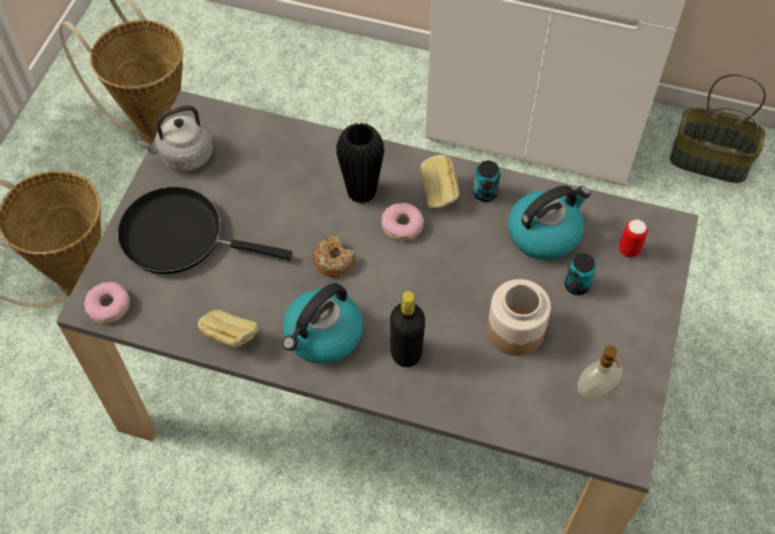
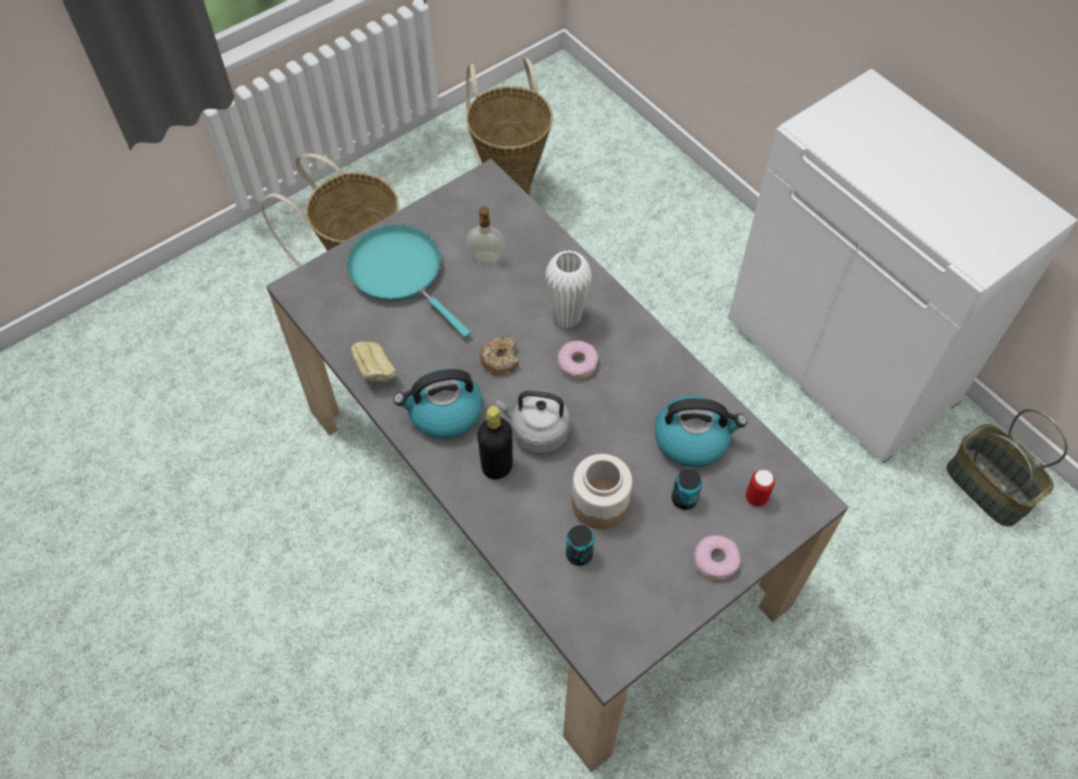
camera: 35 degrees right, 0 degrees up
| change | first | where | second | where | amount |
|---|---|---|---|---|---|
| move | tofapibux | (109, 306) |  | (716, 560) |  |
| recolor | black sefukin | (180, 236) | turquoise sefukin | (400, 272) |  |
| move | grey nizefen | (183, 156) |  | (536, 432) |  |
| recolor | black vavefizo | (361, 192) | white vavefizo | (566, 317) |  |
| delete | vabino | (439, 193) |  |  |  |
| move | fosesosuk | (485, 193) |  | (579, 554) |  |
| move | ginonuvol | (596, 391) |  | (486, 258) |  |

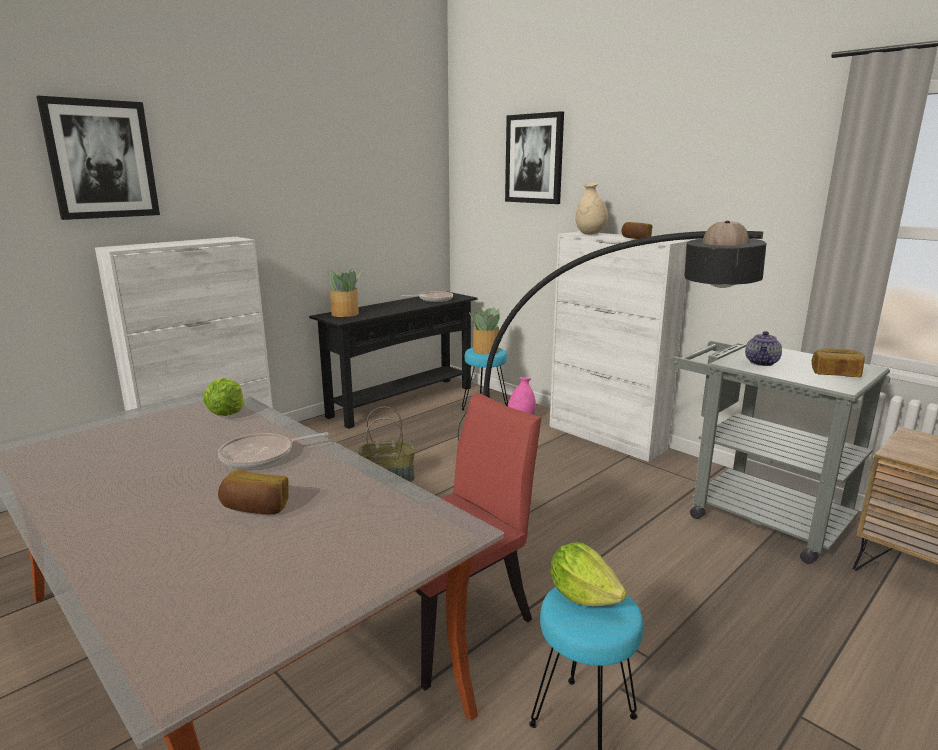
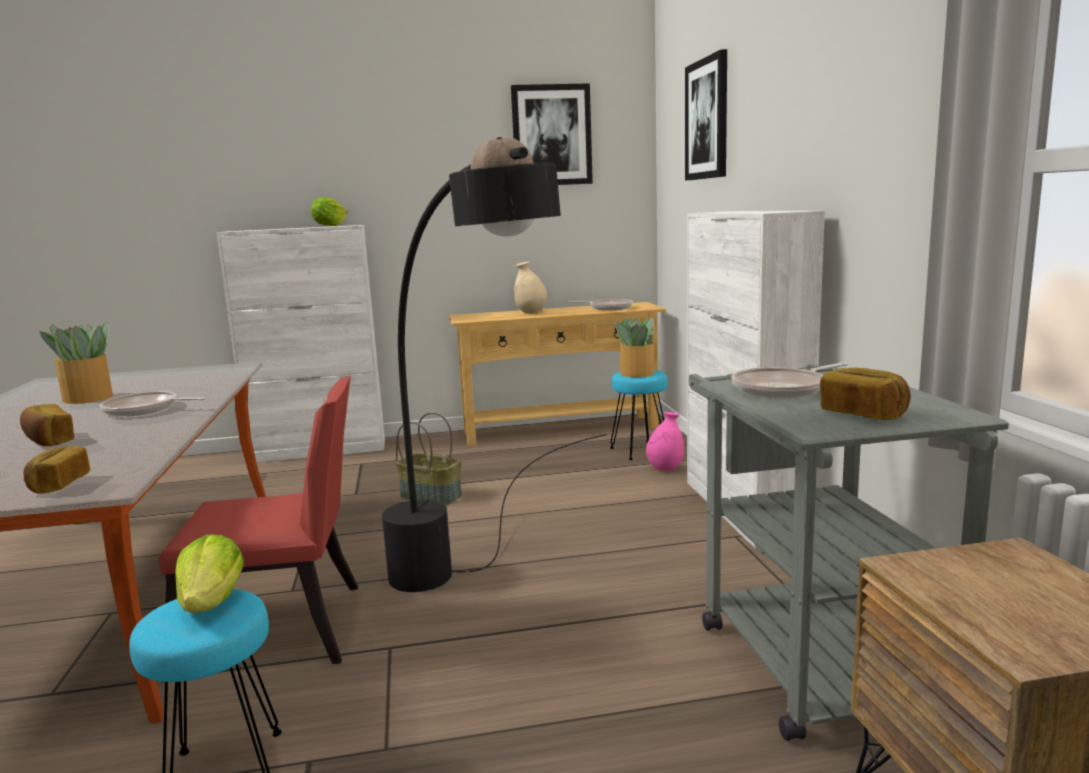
camera: 35 degrees right, 5 degrees down
| change | first | where | second | where | amount |
|---|---|---|---|---|---|
| move | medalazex | (101, 159) |  | (551, 135) |  |
| move | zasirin | (227, 413) |  | (330, 226) |  |
| recolor | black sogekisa | (401, 401) | beige sogekisa | (560, 430) |  |
| move | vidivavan | (345, 314) |  | (88, 398) |  |
| move | beige vavefizo | (590, 234) |  | (531, 313) |  |
| move | vabino | (635, 238) |  | (58, 485) |  |
| replace | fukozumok | (762, 363) | sefukin | (783, 389) |  |

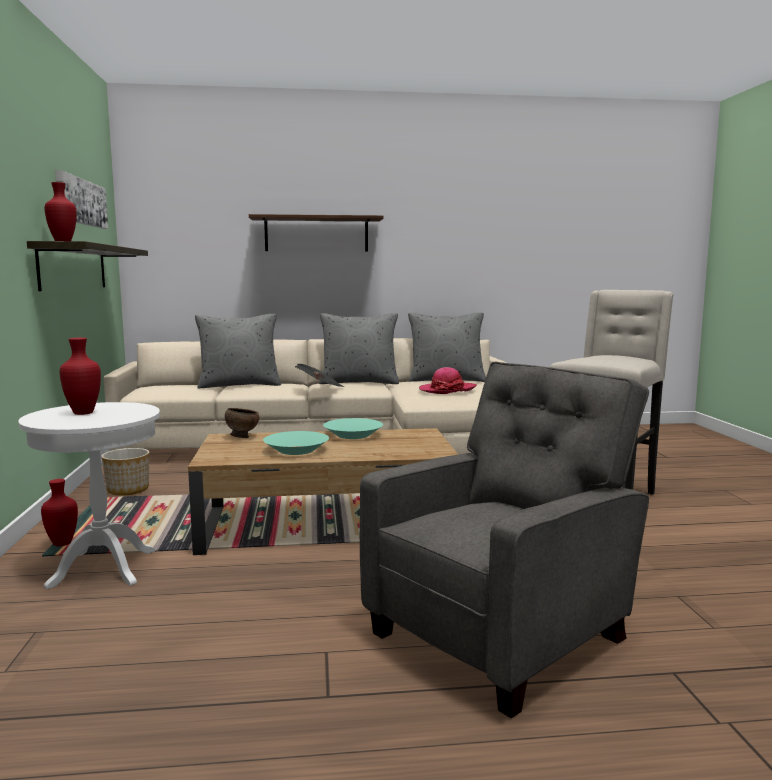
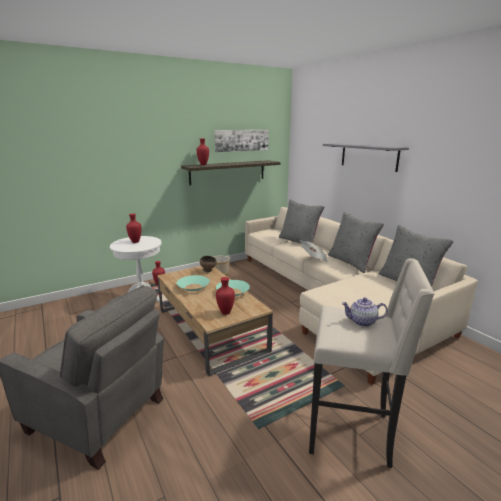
camera: 65 degrees right, 10 degrees up
| change | first | where | second | where | amount |
|---|---|---|---|---|---|
| recolor | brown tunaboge | (316, 234) | grey tunaboge | (368, 156) |  |
| delete | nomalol | (447, 390) |  |  |  |
| insert |  |  | red vavefizo | (225, 312) |  |
| insert |  |  | fukozumok | (362, 322) |  |

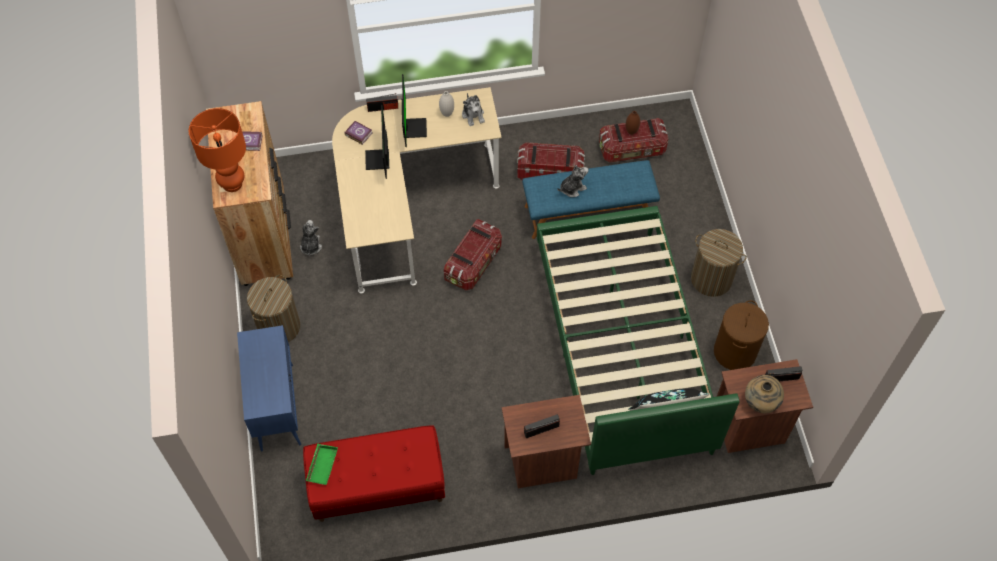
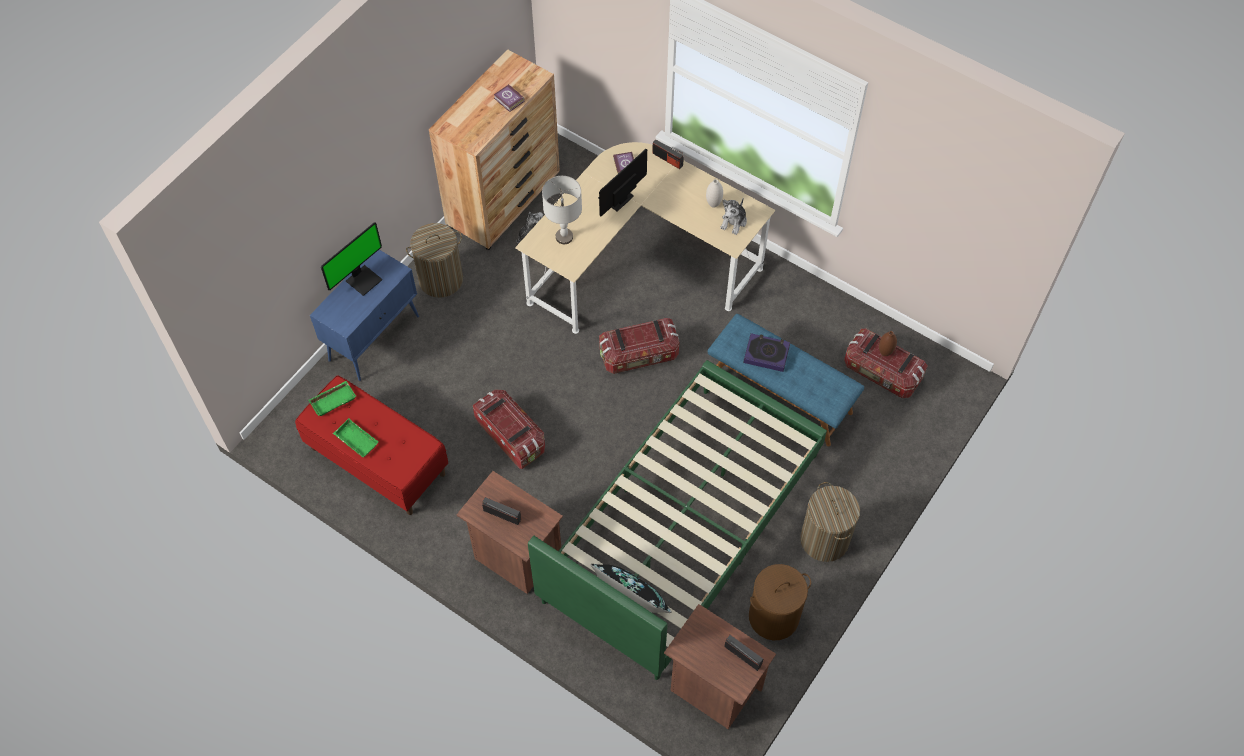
camera: 45 degrees right, 0 degrees up
| change | first | where | second | where | amount |
|---|---|---|---|---|---|
| delete | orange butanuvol | (232, 184) |  |  |  |
| move | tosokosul | (413, 128) |  | (363, 279) |  |
| move | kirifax | (550, 171) |  | (511, 436) |  |
| replace | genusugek | (572, 188) | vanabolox | (766, 354) |  |
| delete | beige vavefizo | (760, 403) |  |  |  |
| insert |  |  | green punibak | (355, 440) |  |
| insert |  |  | grey butanuvol | (564, 237) |  |

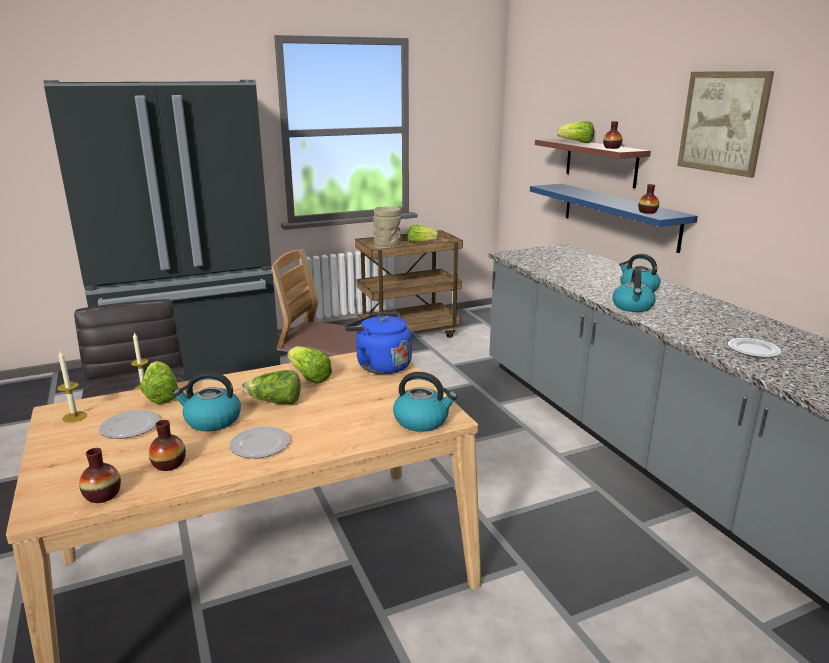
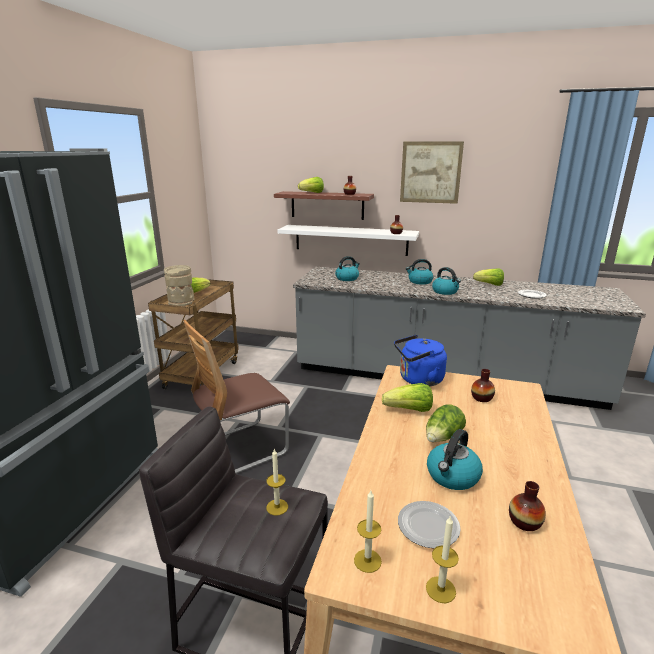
camera: 50 degrees left, 0 degrees up
| change | first | where | second | where | amount |
|---|---|---|---|---|---|
| move | vavefizo | (103, 495) |  | (481, 398) |  |
| move | zasirin | (161, 395) |  | (489, 285) |  |
| delete | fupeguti | (261, 445) |  |  |  |
| move | nizefen | (422, 420) |  | (347, 278) |  |
| recolor | blue tunaboge | (619, 215) | white tunaboge | (350, 240) |  |
| insert |  |  | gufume | (440, 589) |  |

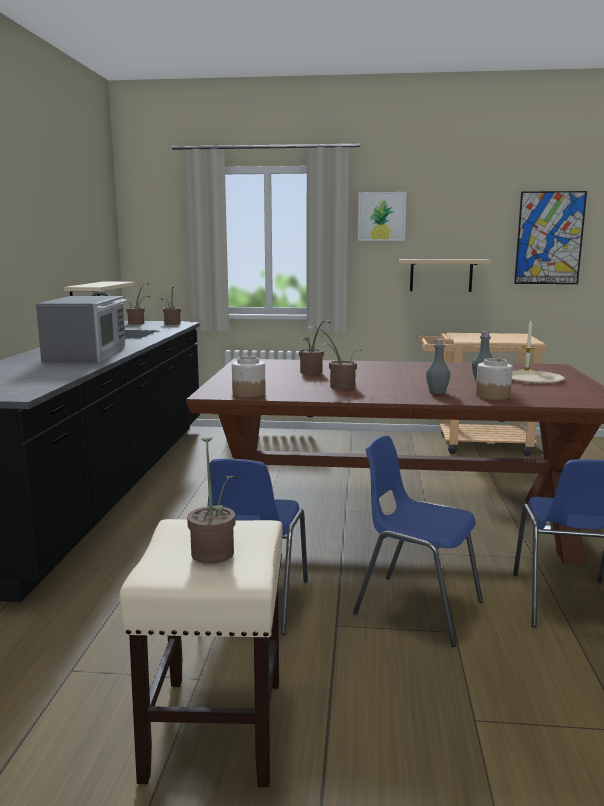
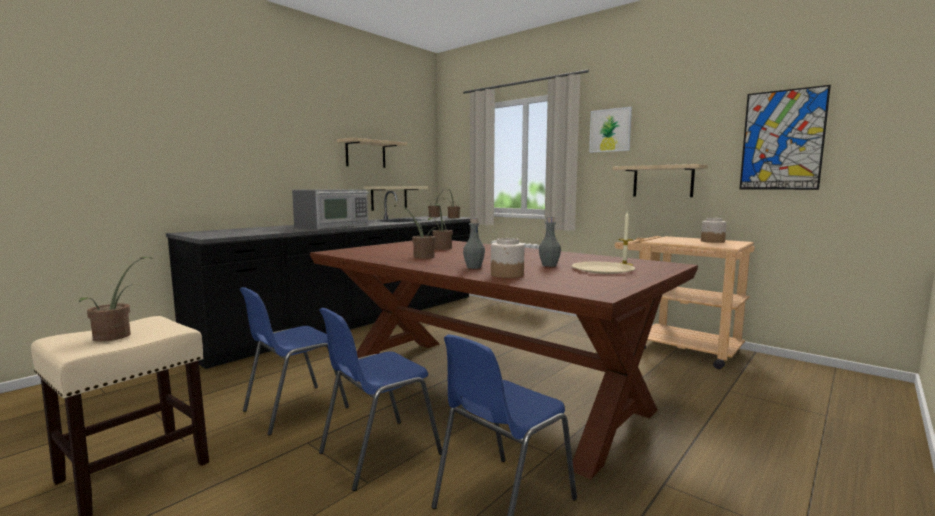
camera: 35 degrees right, 5 degrees down
| change | first | where | second | where | amount |
|---|---|---|---|---|---|
| move | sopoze | (248, 393) |  | (712, 241) |  |
| rotate | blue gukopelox | (417, 607) |  | (378, 453) | 105 degrees counterclockwise |
| insert |  |  | beige tunaboge | (365, 154) |  |

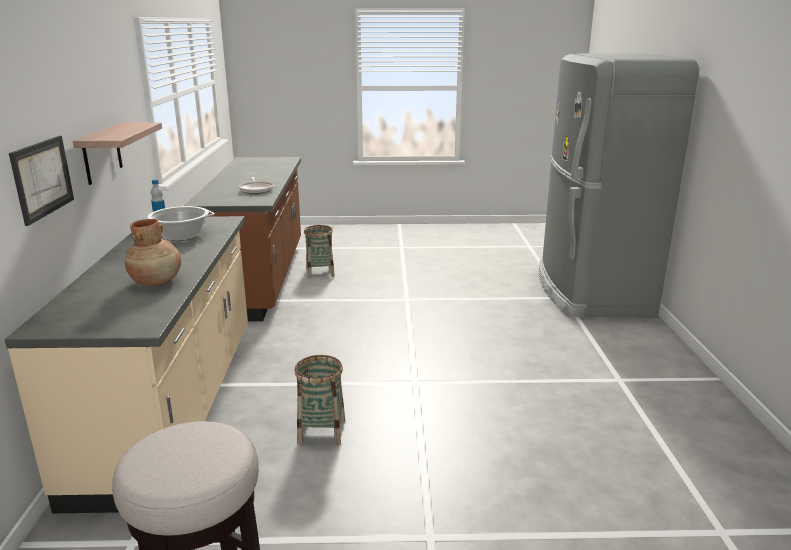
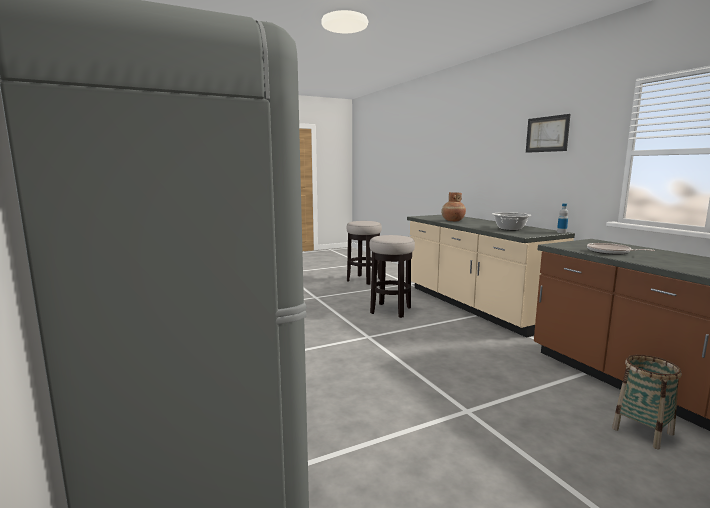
camera: 155 degrees right, 10 degrees down
| change | first | where | second | where | amount |
|---|---|---|---|---|---|
| move | medalazex | (42, 178) |  | (547, 134) |  |
| delete | tunaboge | (102, 153) |  |  |  |
| replace | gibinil | (321, 431) | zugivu | (391, 310) |  |

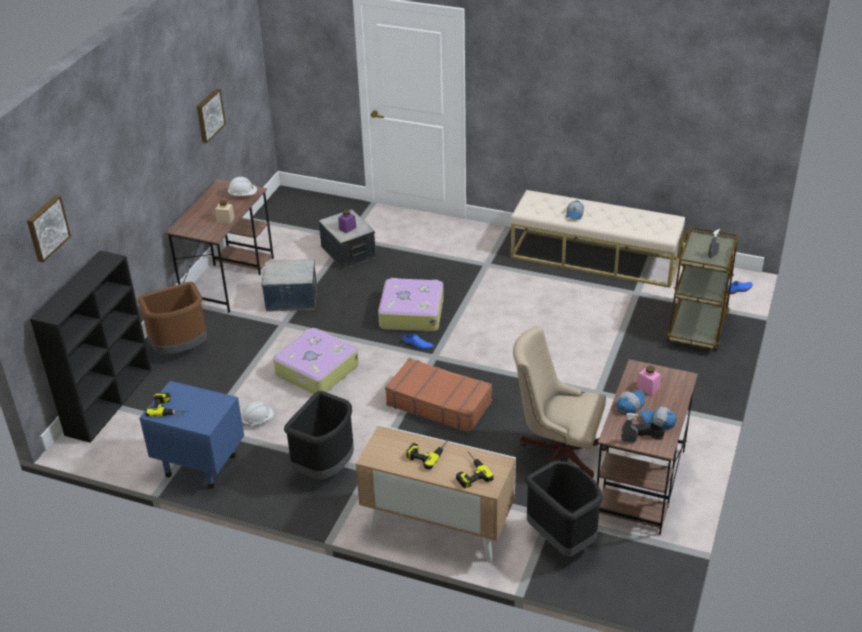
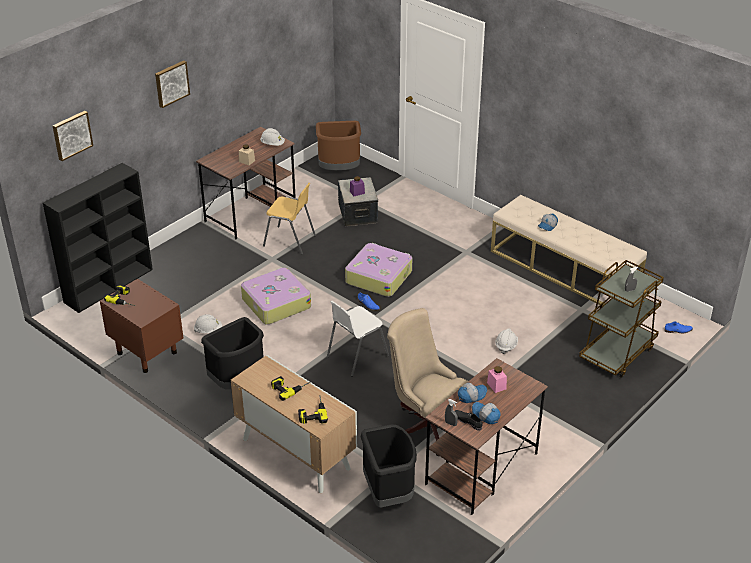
camera: 20 degrees right, 0 degrees up
| change | first | where | second | where | amount |
|---|---|---|---|---|---|
| move | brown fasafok | (181, 349) |  | (339, 170) |  |
| recolor | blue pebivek | (199, 465) | brown pebivek | (146, 352) |  |
| move | medalazex | (209, 115) |  | (171, 83) |  |
| replace | kirifax | (291, 299) | yellow gukopelox | (290, 241) |  |
| replace | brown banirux | (439, 403) | white gukopelox | (356, 356) |  |
| insert |  |  | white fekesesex | (506, 346) |  |

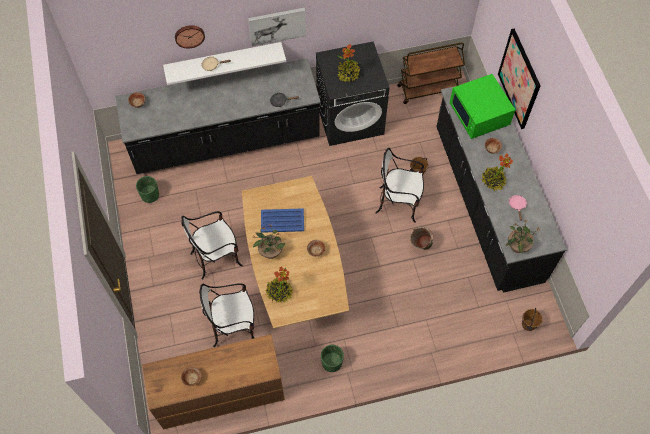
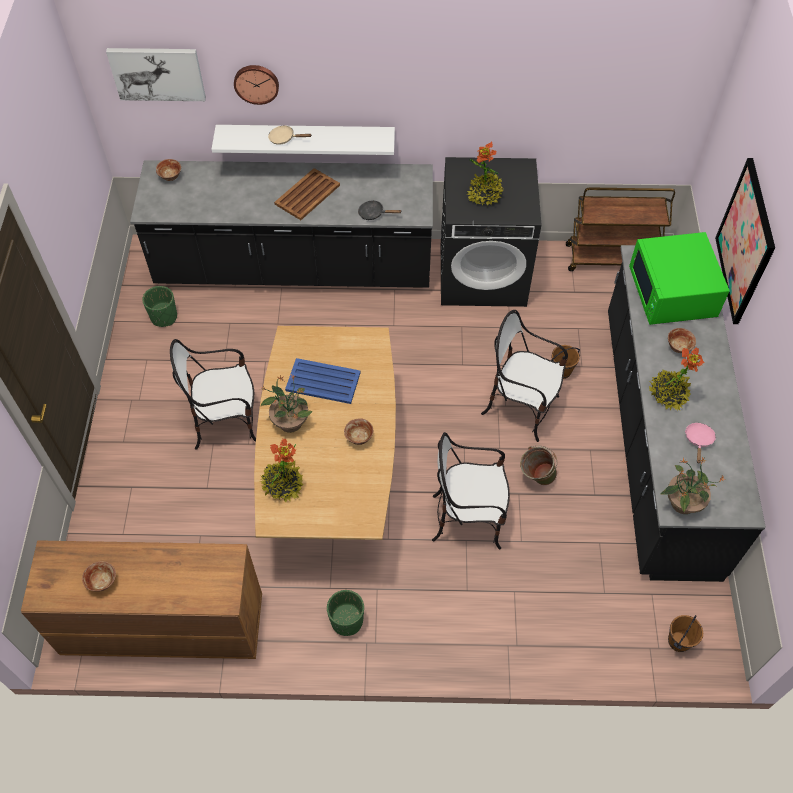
camera: 15 degrees right, 5 degrees down
| change | first | where | second | where | amount |
|---|---|---|---|---|---|
| move | gukopelox | (233, 326) |  | (468, 518) |  |
| move | medalazex | (277, 25) |  | (157, 73) |  |
| insert |  |  | brown punibak | (308, 194) |  |

